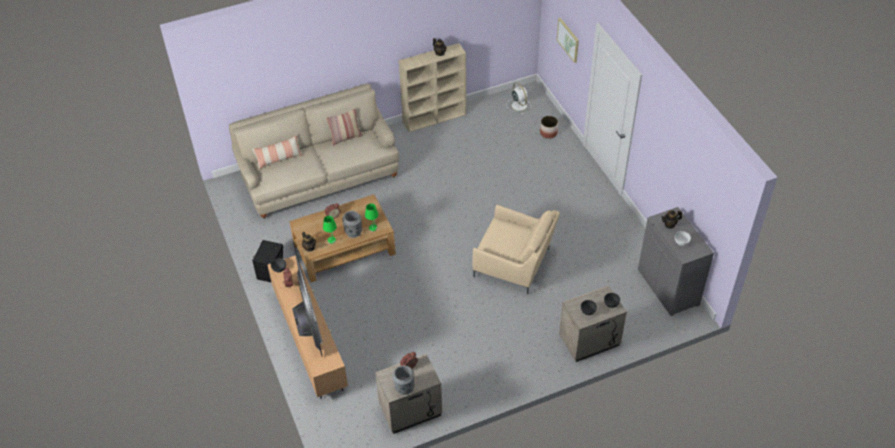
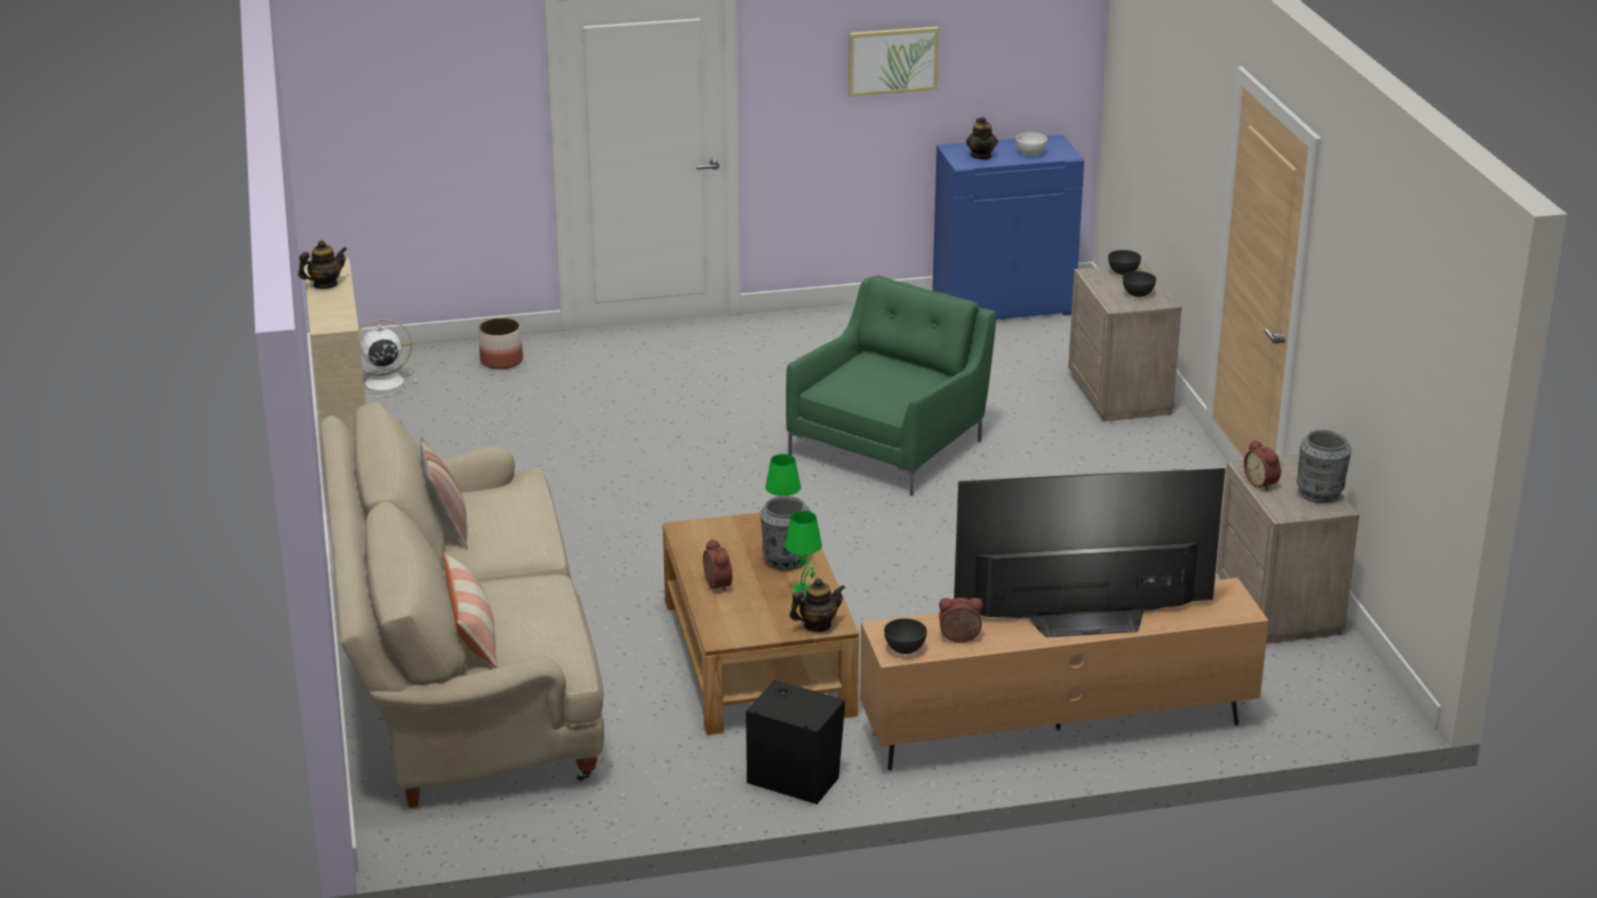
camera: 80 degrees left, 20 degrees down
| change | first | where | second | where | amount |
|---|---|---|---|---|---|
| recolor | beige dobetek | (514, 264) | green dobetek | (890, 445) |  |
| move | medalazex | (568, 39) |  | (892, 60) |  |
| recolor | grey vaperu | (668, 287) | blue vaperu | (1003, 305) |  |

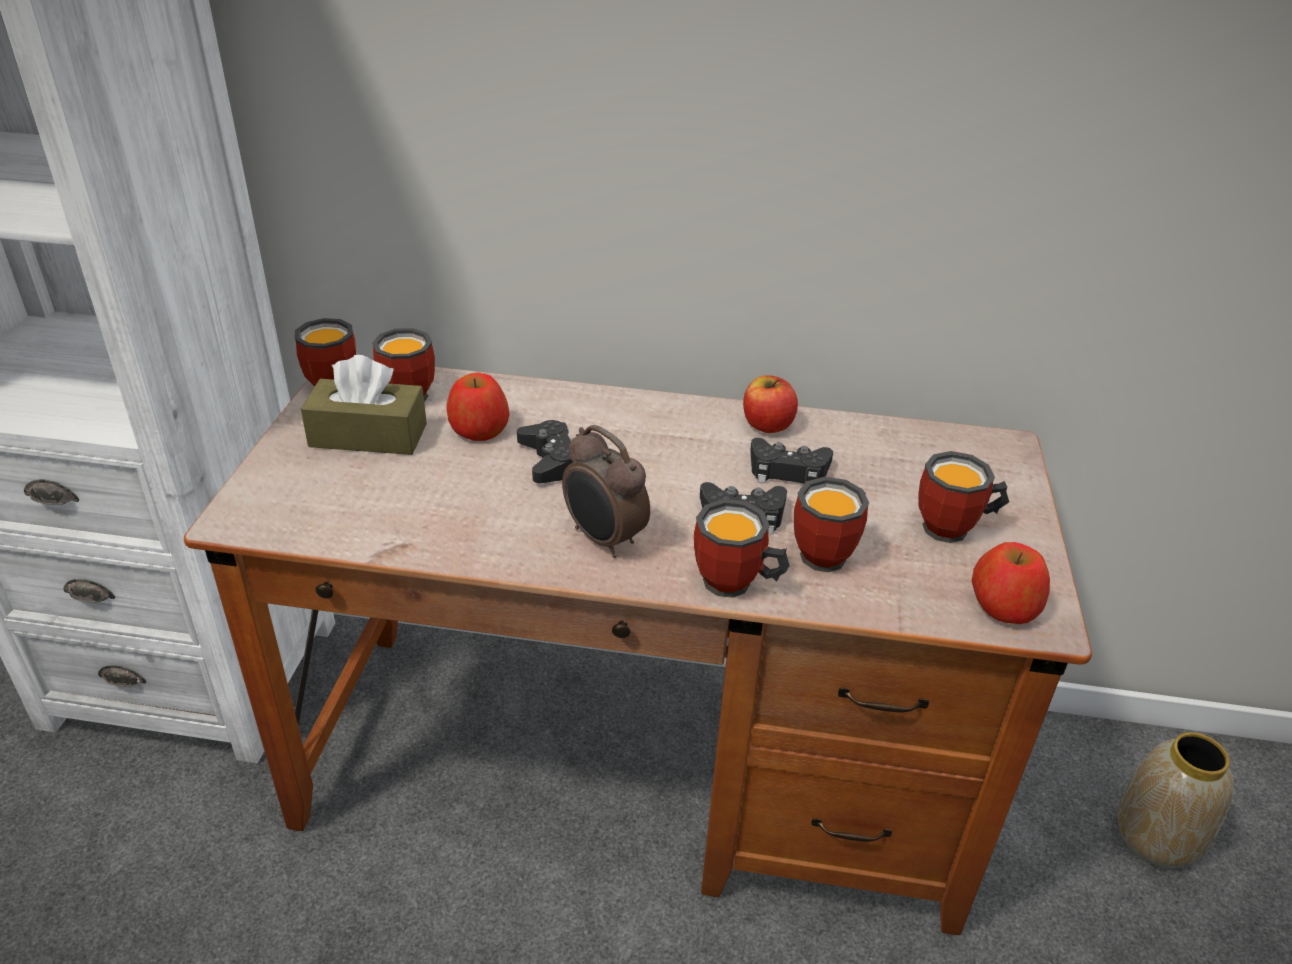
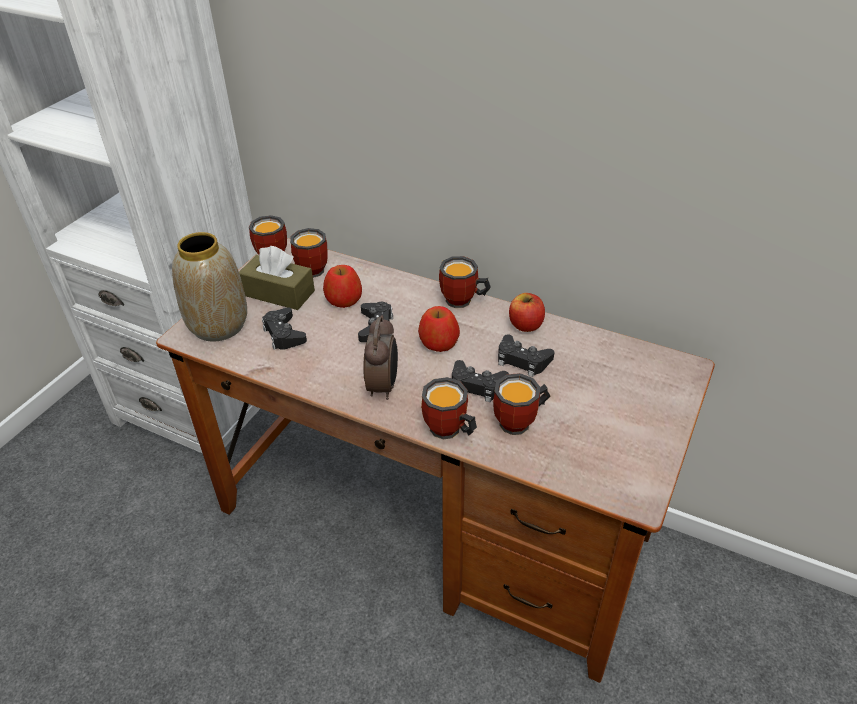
camera: 20 degrees right, 5 degrees up
| change | first | where | second | where | amount |
|---|---|---|---|---|---|
| rotate | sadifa | (603, 539) |  | (383, 386) | 150 degrees counterclockwise |
| move | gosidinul | (954, 530) |  | (463, 302) |  |
| move | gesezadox | (1004, 606) |  | (439, 342) |  |
| move | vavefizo | (1153, 838) |  | (218, 325) |  |
| insert |  |  | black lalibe | (284, 334) |  |

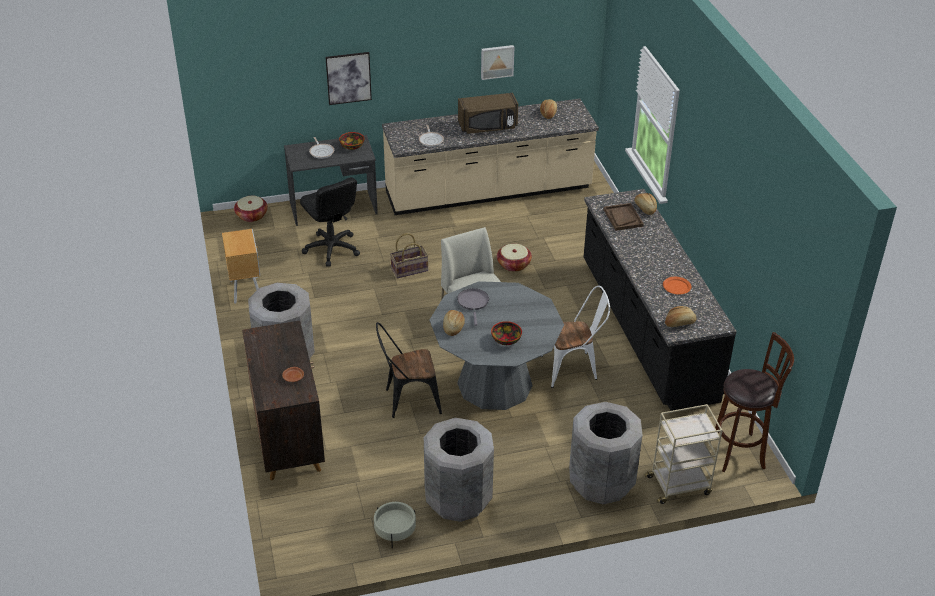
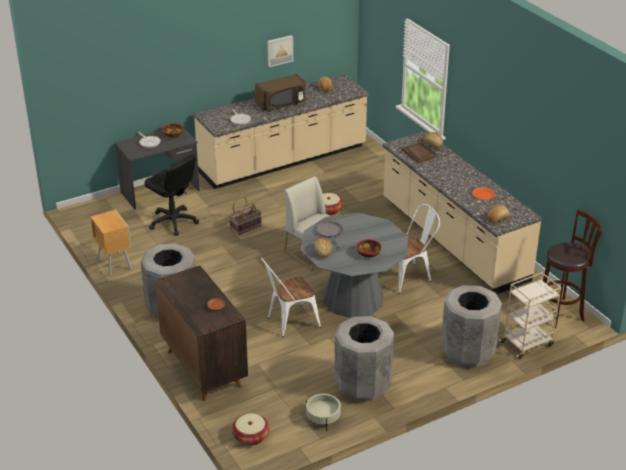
camera: 15 degrees left, 5 degrees down
| change | first | where | second | where | amount |
|---|---|---|---|---|---|
| move | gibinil | (251, 216) |  | (250, 436) |  |
| delete | medalazex | (348, 78) |  |  |  |
| recolor | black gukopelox | (408, 400) | white gukopelox | (289, 322) |  |
| recolor | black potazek | (646, 330) | beige potazek | (452, 240) |  |

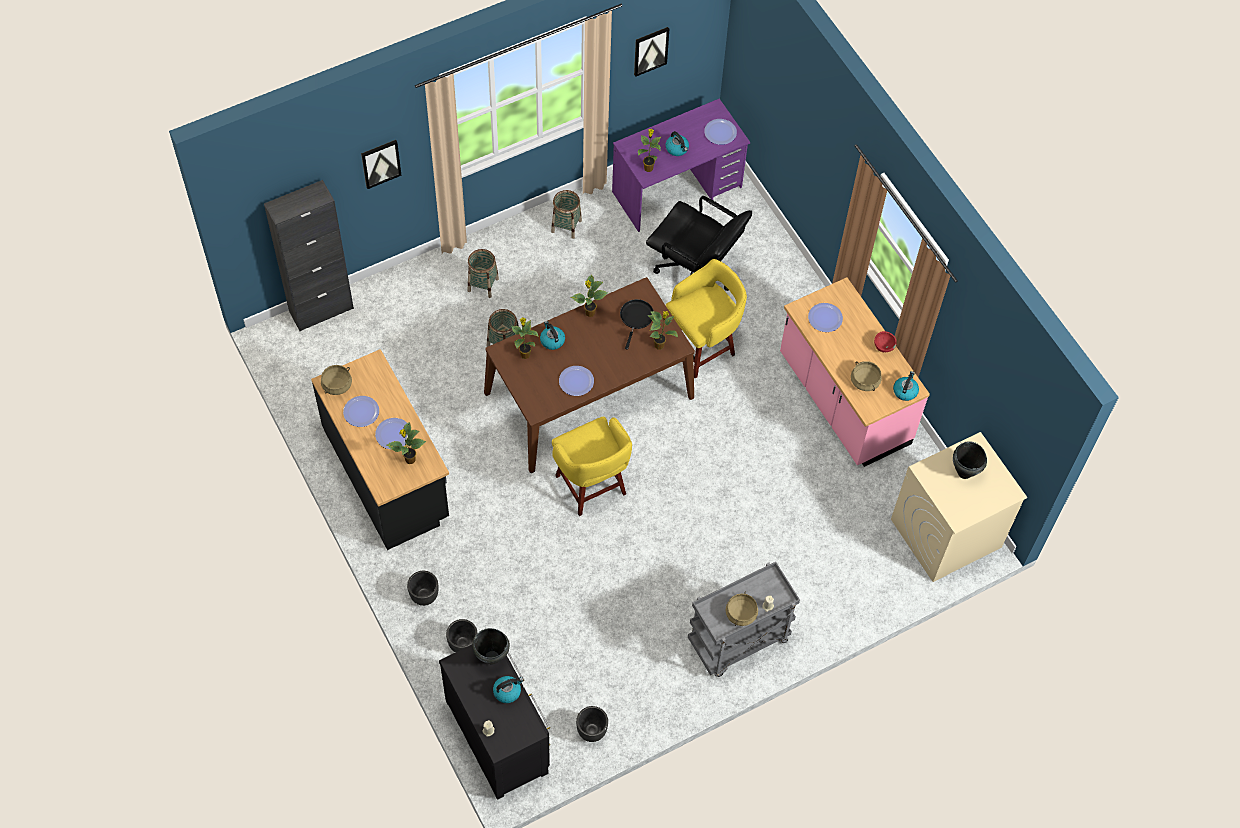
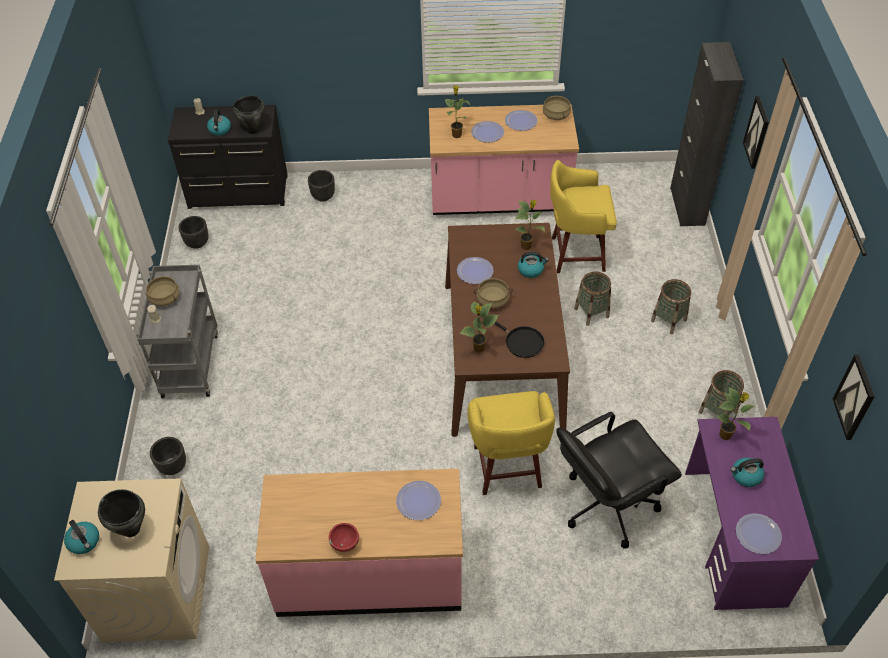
camera: 120 degrees right, 10 degrees down
| change | first | where | second | where | amount |
|---|---|---|---|---|---|
| recolor | black potazek | (387, 474) | pink potazek | (499, 199) |  |
| move | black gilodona | (424, 596) |  | (172, 467) |  |
| move | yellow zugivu | (592, 487) |  | (575, 254) |  |
| delete | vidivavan | (589, 313) |  |  |  |
| move | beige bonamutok | (864, 381) |  | (493, 300) |  |
| move | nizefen | (905, 391) |  | (84, 542) |  |

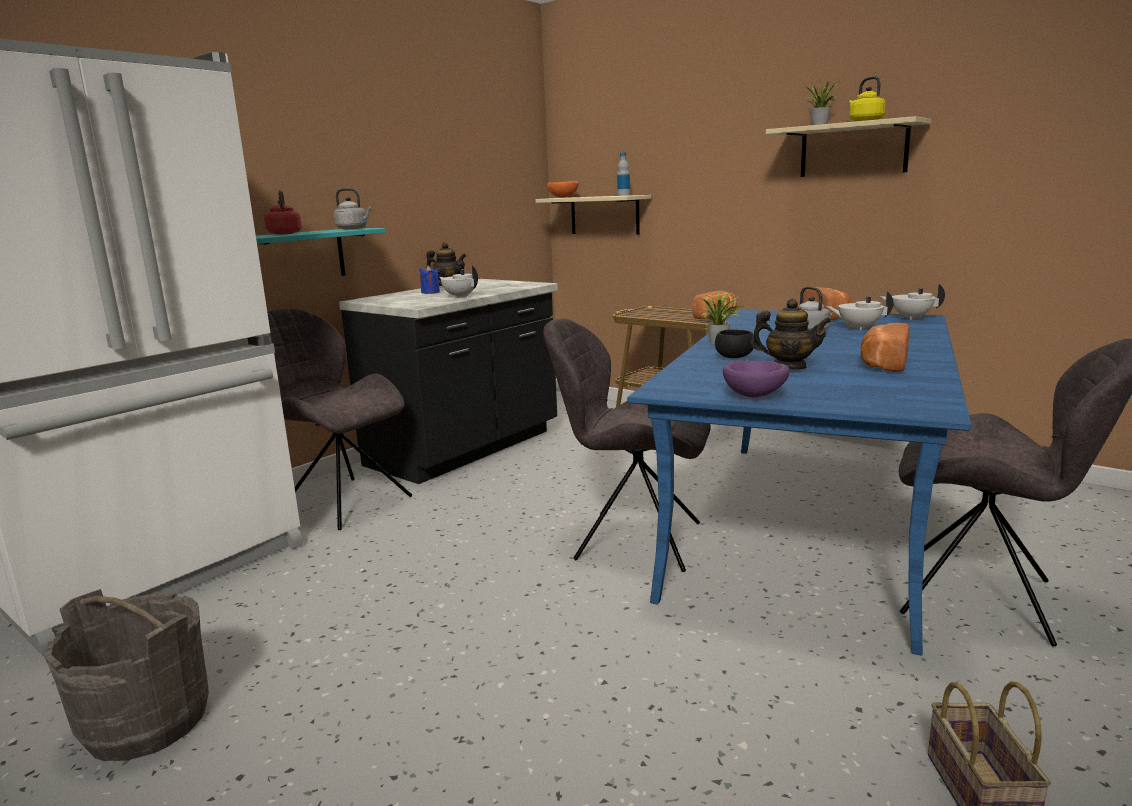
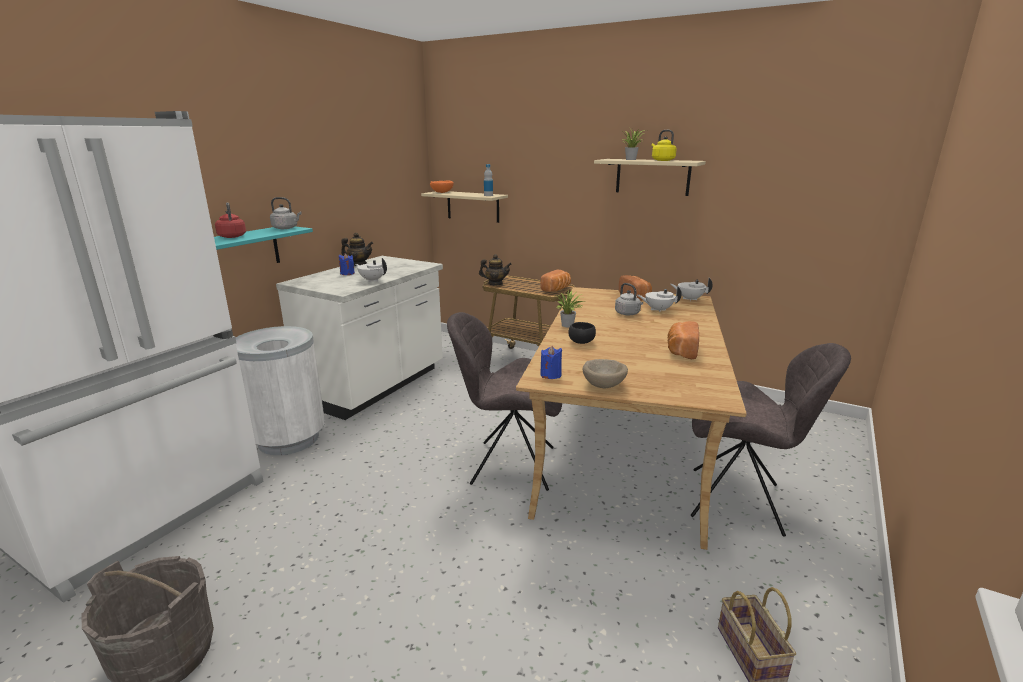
camera: 10 degrees left, 5 degrees up
| change | first | where | second | where | amount |
|---|---|---|---|---|---|
| replace | grey gukopelox | (343, 502) | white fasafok | (288, 439) |  |
| recolor | black potazek | (466, 449) | white potazek | (376, 386) |  |
| recolor | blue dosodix | (805, 524) | beige dosodix | (623, 445) |  |
| recolor | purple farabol | (756, 395) | beige farabol | (604, 385) |  |
| move | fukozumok | (788, 367) |  | (495, 284) |  |
| insert |  |  | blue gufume | (550, 375) |  |

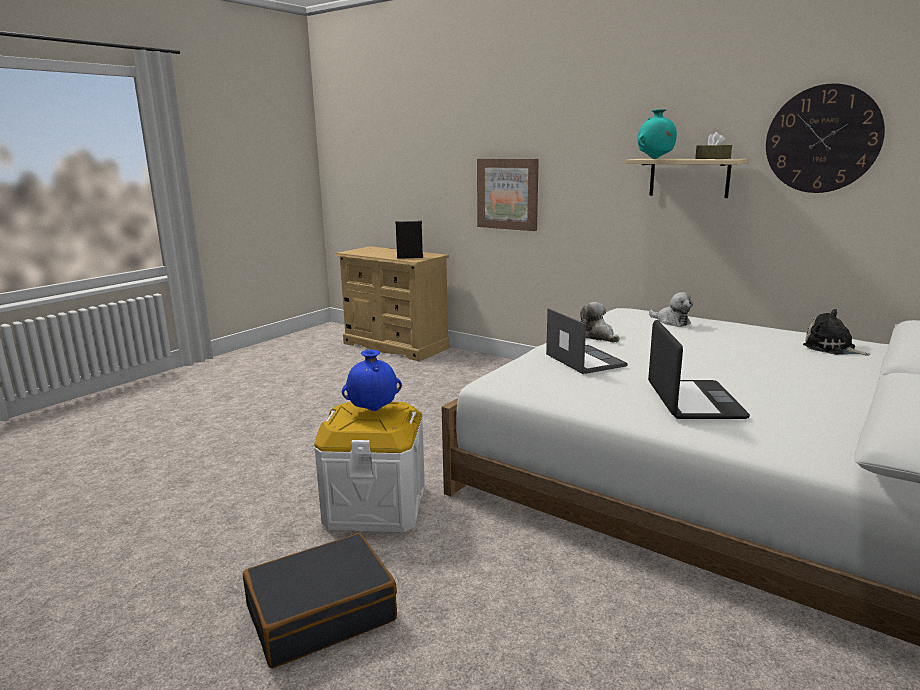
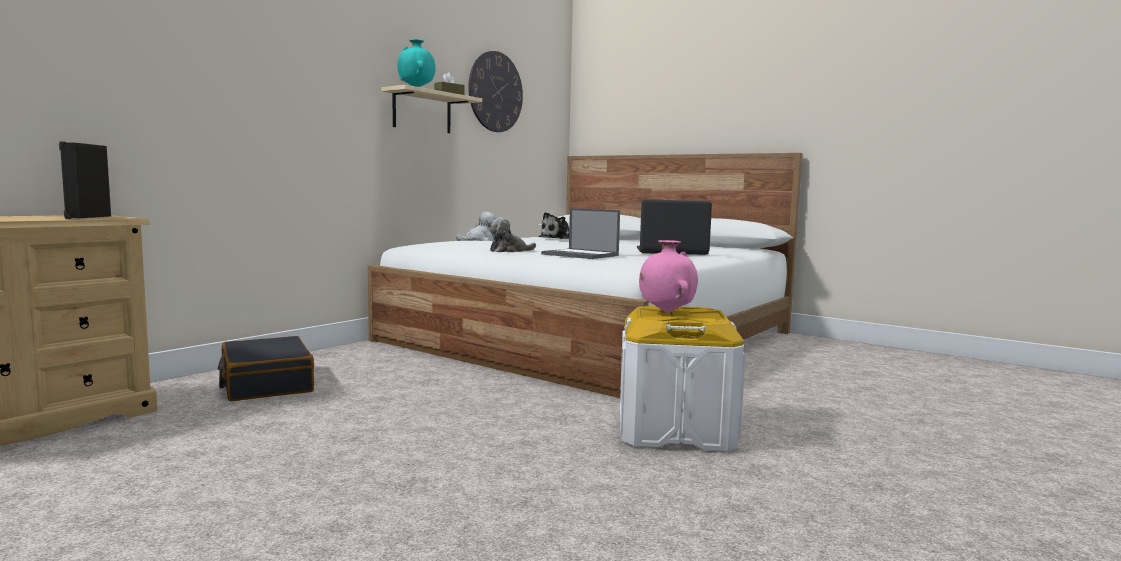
camera: 90 degrees left, 10 degrees down
| change | first | where | second | where | amount |
|---|---|---|---|---|---|
| move | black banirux | (321, 613) |  | (266, 384) |  |
| recolor | blue vavefizo | (374, 410) | pink vavefizo | (666, 312) |  |
| delete | medalazex | (508, 194) |  |  |  |
| rotate | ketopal | (584, 360) |  | (581, 255) | 120 degrees counterclockwise |

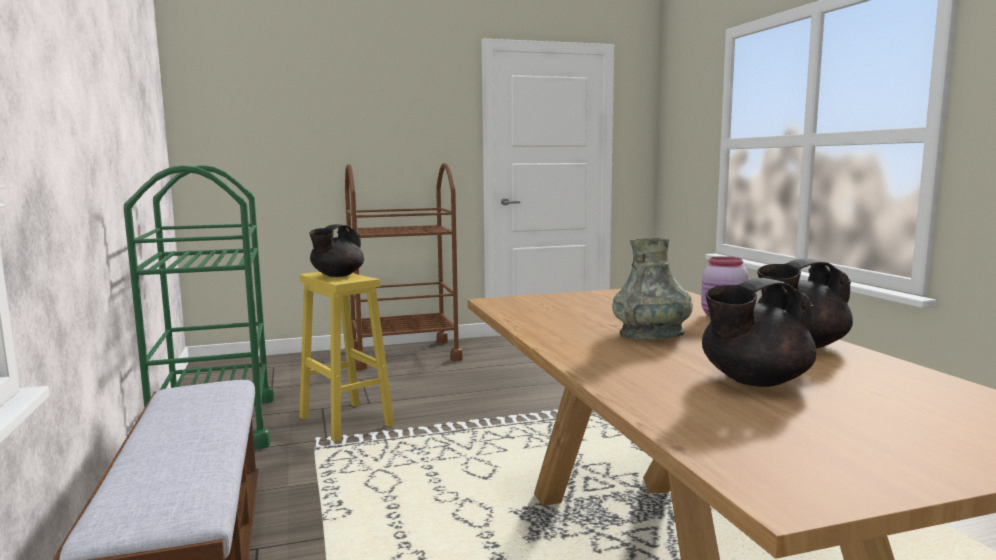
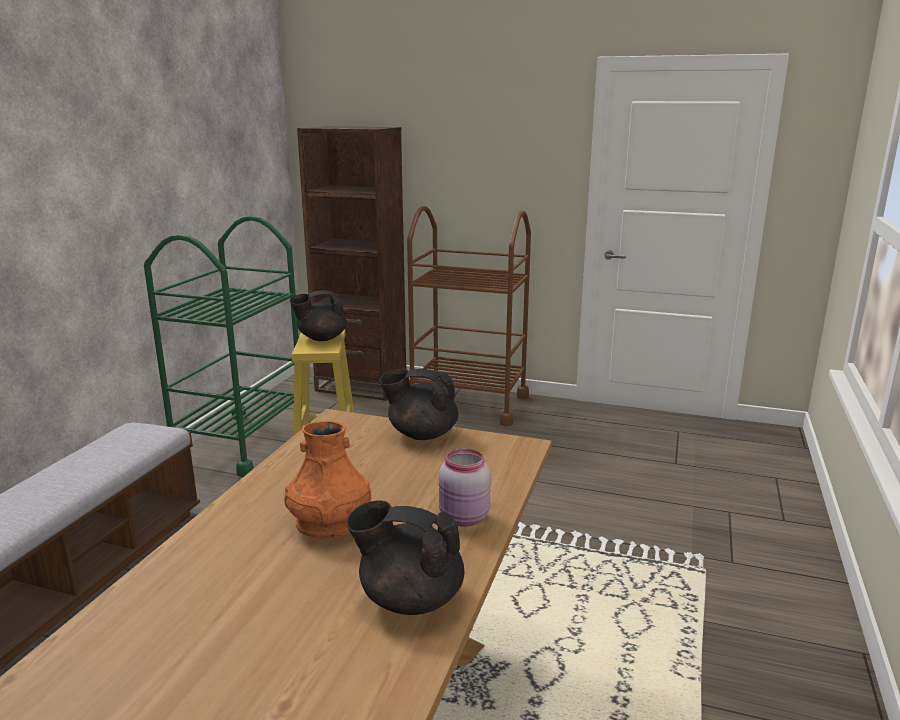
camera: 35 degrees right, 10 degrees up
| change | first | where | second | where | amount |
|---|---|---|---|---|---|
| recolor | grey vavefizo | (651, 335) | orange vavefizo | (330, 523) |  |
| move | black fukozumok | (753, 381) |  | (421, 434) |  |
| insert |  |  | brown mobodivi | (361, 386) |  |

